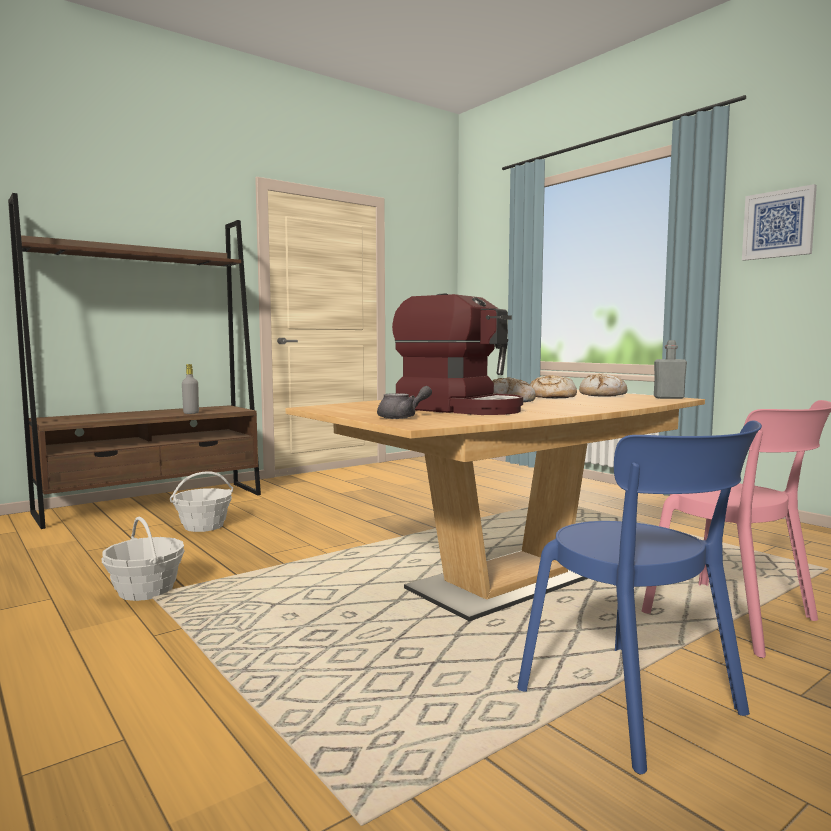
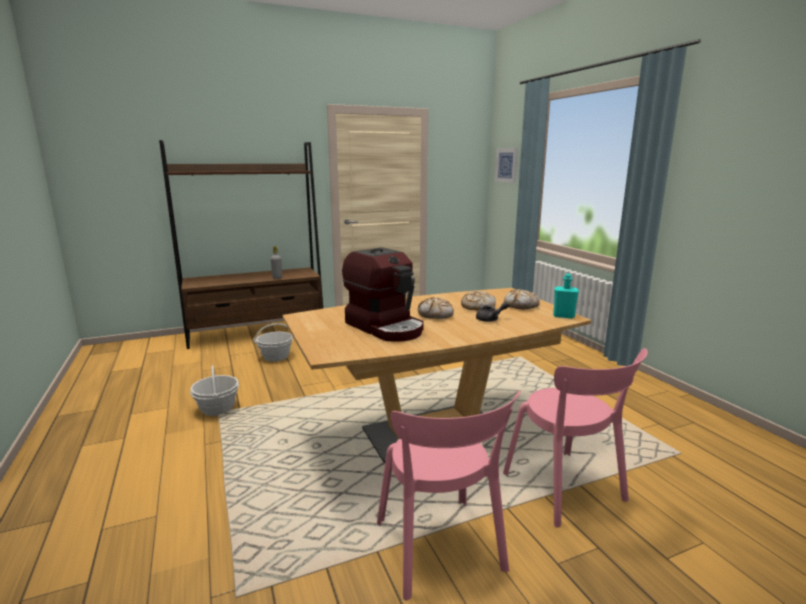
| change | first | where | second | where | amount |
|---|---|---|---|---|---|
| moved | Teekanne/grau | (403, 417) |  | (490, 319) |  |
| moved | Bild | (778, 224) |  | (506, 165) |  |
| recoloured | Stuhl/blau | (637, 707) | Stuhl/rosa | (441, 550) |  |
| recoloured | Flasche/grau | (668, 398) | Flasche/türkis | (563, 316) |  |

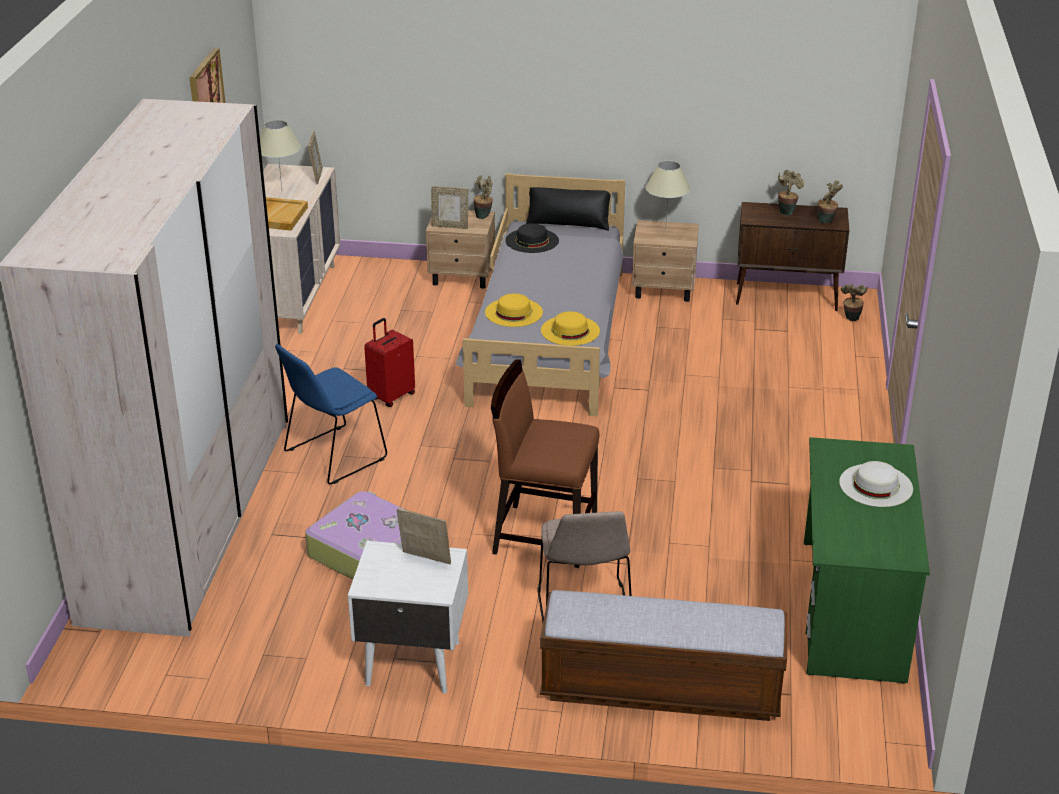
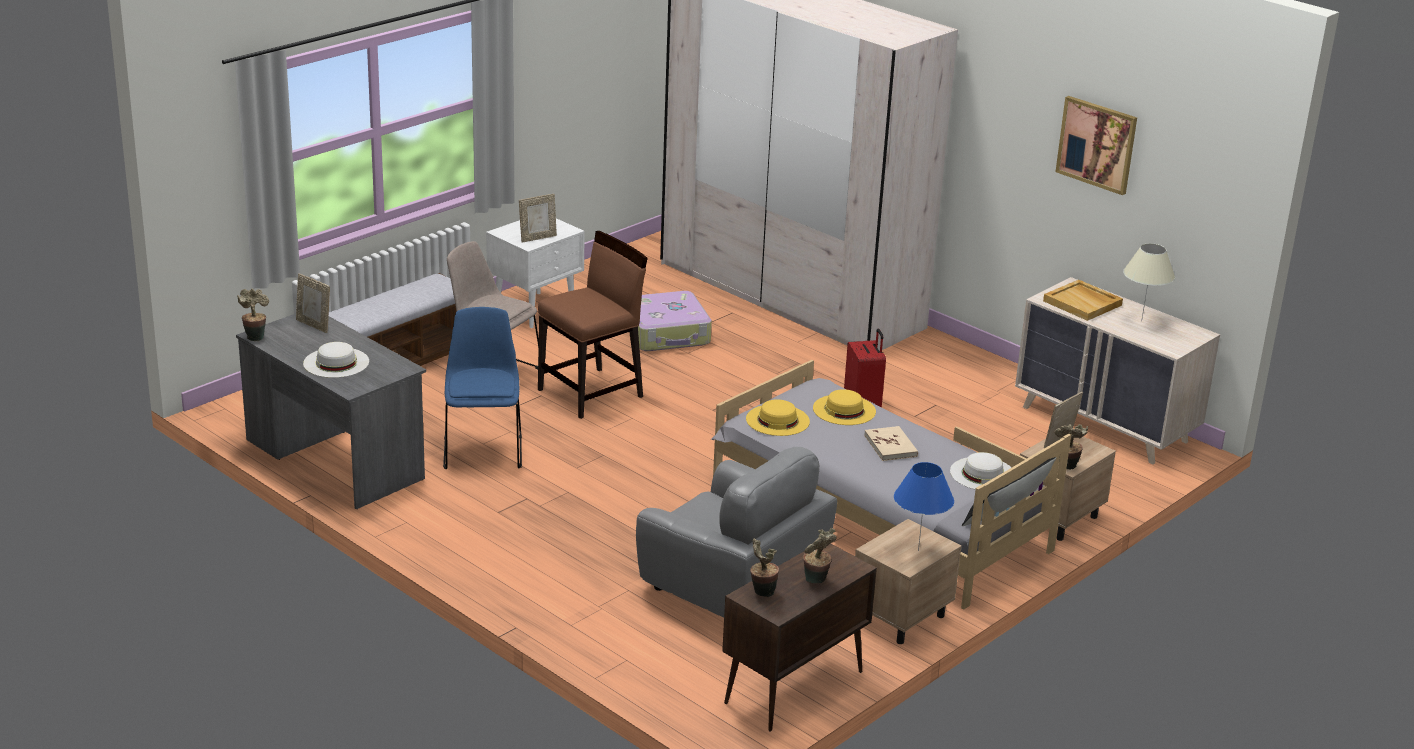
| change | first | where | second | where | amount |
|---|---|---|---|---|---|
| added |  |  | Sessel/grau | (732, 587) |  |
| added |  |  | Buch/beige | (891, 446) |  |
| moved | Stuhl/blau | (332, 456) |  | (483, 449) |  |
| moved | Bilderrahmen | (316, 176) |  | (314, 325) |  |
| moved | Topfpflanze | (851, 319) |  | (255, 336) |  |
| recoloured | Hut/schwarz | (532, 240) | Hut/weiß | (983, 474) |  |
| recoloured | Tischlampe/beige | (665, 229) | Tischlampe/blau | (918, 550) |  |
| recoloured | Schreibtisch/grün | (852, 610) | Schreibtisch/grau | (334, 459) |  |

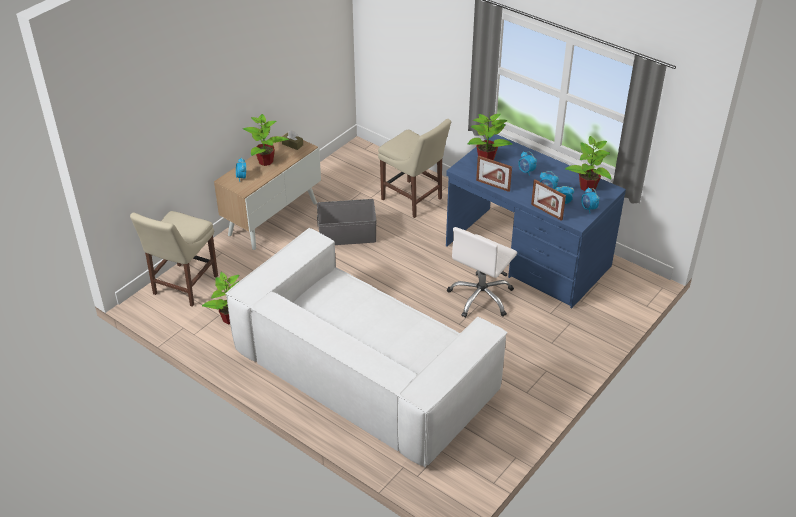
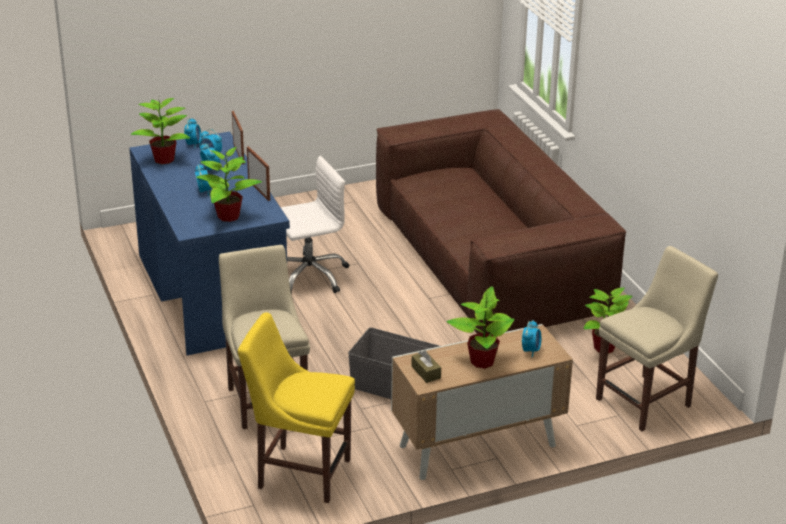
| change | first | where | second | where | amount |
|---|---|---|---|---|---|
| added |  |  | Stuhl/gelb | (299, 472) |  |
| recoloured | Sofa/weiß | (364, 371) | Sofa/braun | (489, 259) |  |

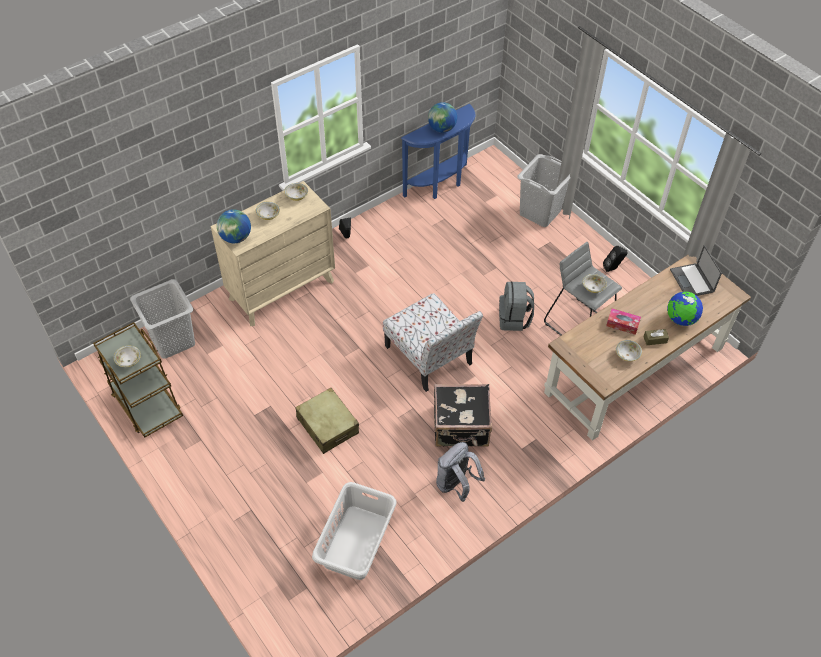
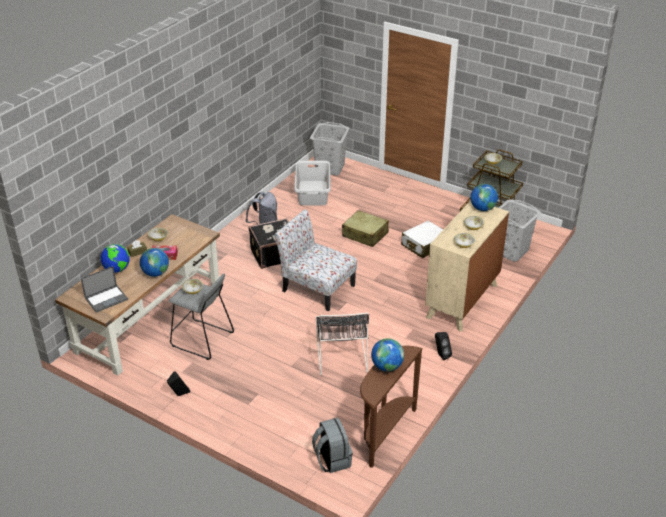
| change | first | where | second | where | amount |
|---|---|---|---|---|---|
| added |  |  | Globus | (155, 273) |  |
| added |  |  | Stuhl/schwarz | (341, 356) |  |
| added |  |  | Koffer/weiß | (424, 245) |  |
| moved | Rucksack/grau | (514, 319) |  | (332, 459) |  |
| moved | Wäschekorb/grau | (540, 212) |  | (329, 168) |  |
| recoloured | Konsolentisch/blau | (440, 185) | Konsolentisch/braun | (384, 433) |  |
| turned | Laptop | (692, 281) |  | (107, 298) | 90 degrees clockwise |

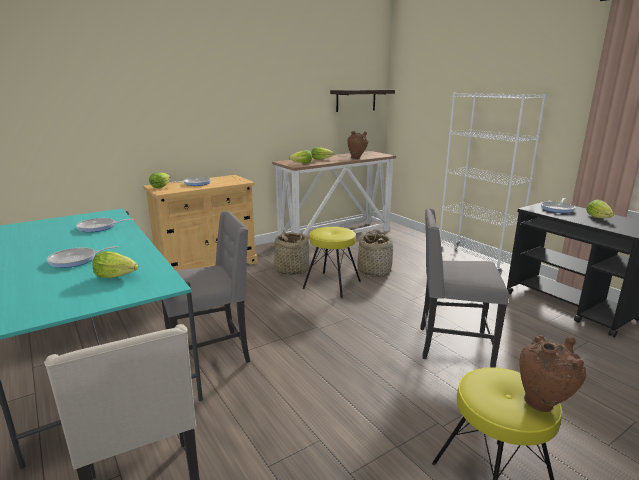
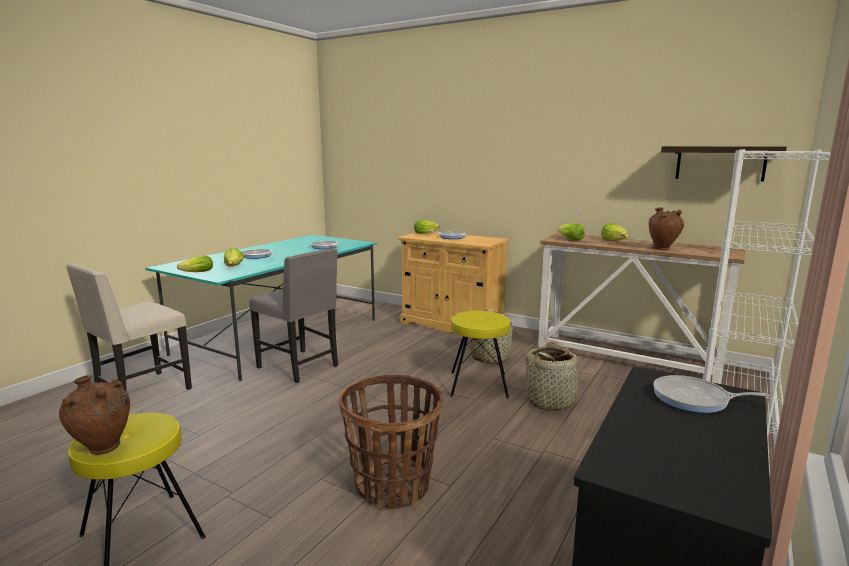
| change | first | where | second | where | amount |
|---|---|---|---|---|---|
| moved | Salatkopf | (599, 218) |  | (195, 273) |  |
| replaced | Stuhl/grau | (452, 346) | Korb | (393, 485) |  |

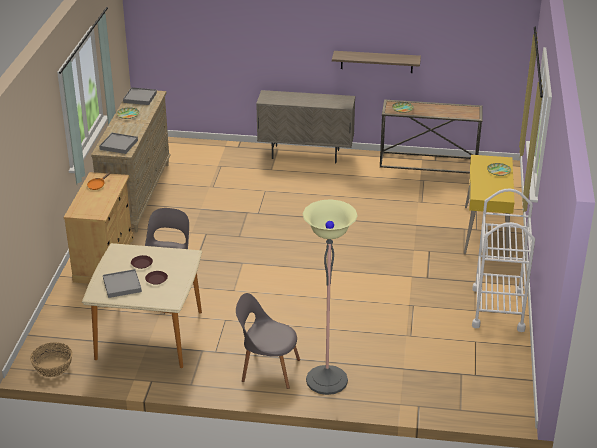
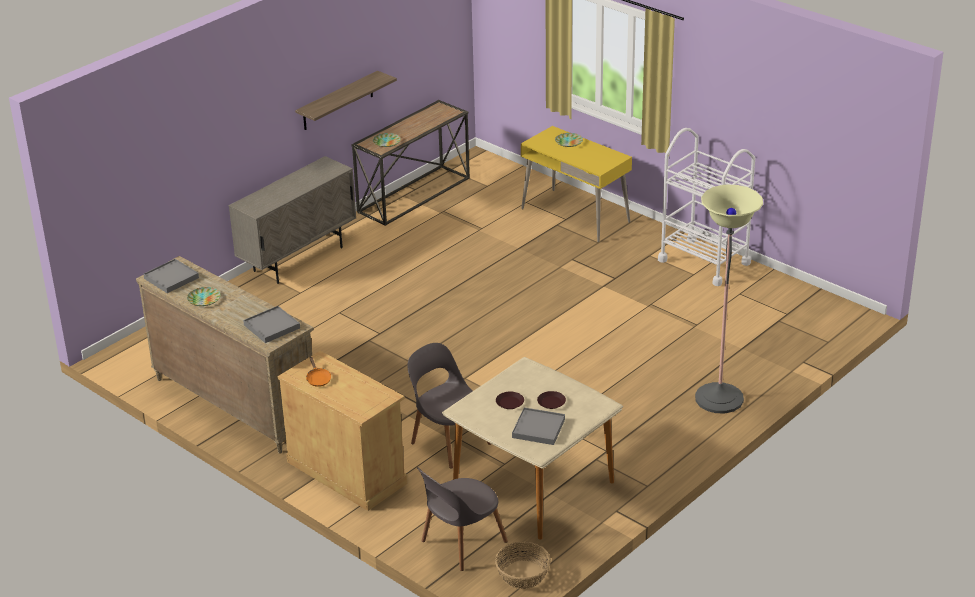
| change | first | where | second | where | amount |
|---|---|---|---|---|---|
| moved | Stuhl/grau | (268, 369) |  | (461, 543) |  |

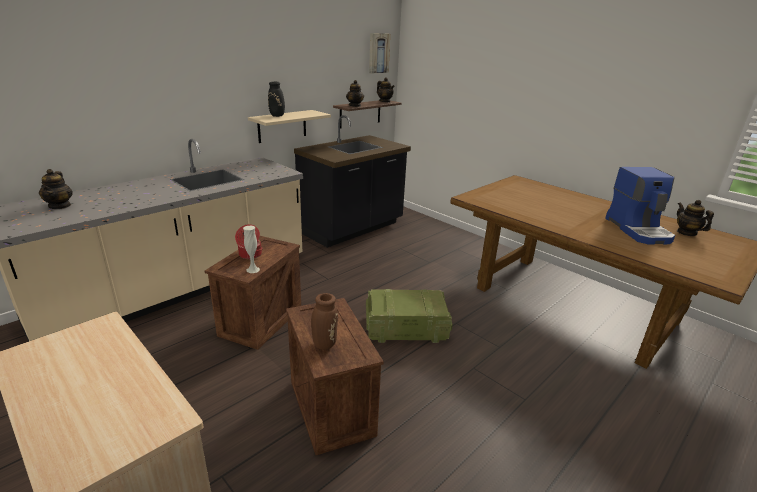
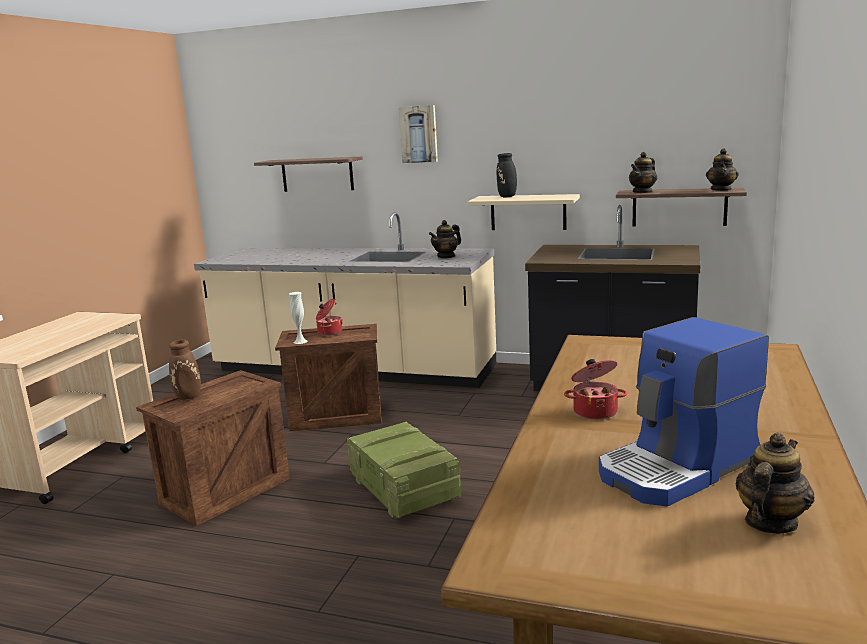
| change | first | where | second | where | amount |
|---|---|---|---|---|---|
| added |  |  | Wandregal | (317, 174) |  |
| added |  |  | Kochtopf | (595, 411) |  |
| moved | Teekanne | (60, 206) |  | (446, 256) |  |
| moved | Bild | (378, 53) |  | (419, 134) |  |

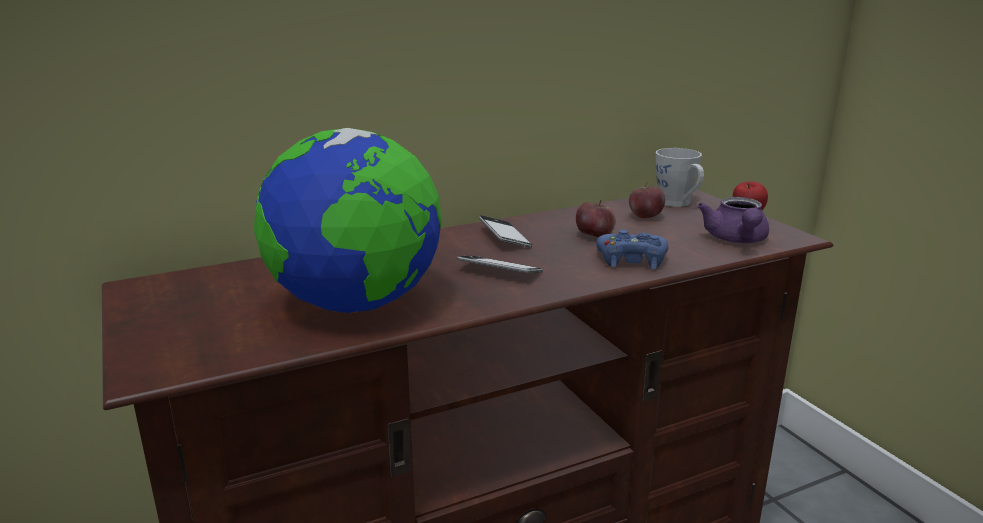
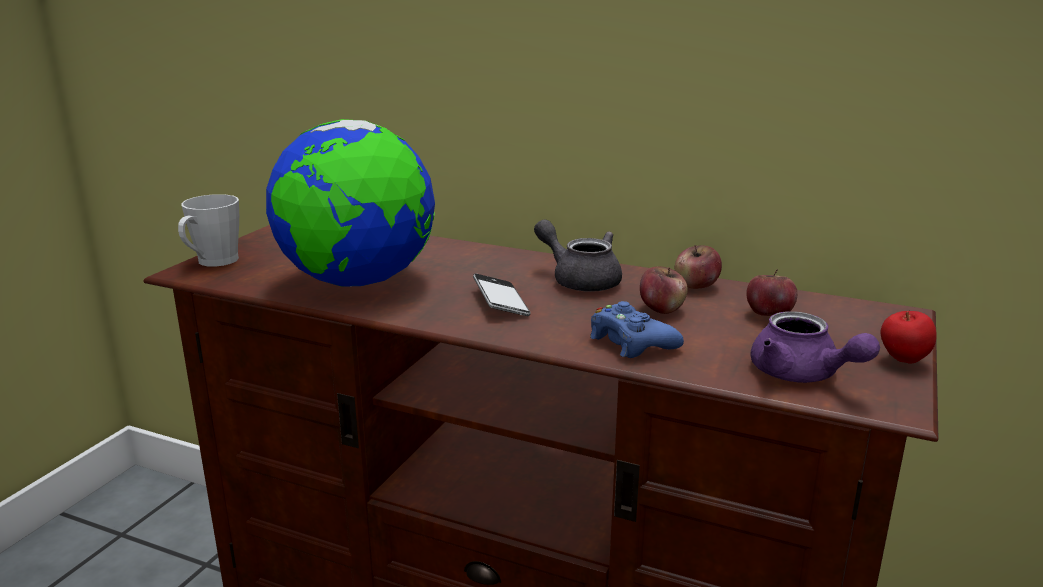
| change | first | where | second | where | amount |
|---|---|---|---|---|---|
| added |  |  | Apfel | (696, 285) |  |
| moved | Henkelbecher/grau | (678, 203) |  | (212, 262) |  |
| replaced | Handy | (504, 237) | Teekanne/grau | (580, 280) |  |
| turned | Teekanne/lila | (736, 240) |  | (802, 375) | 90 degrees counterclockwise |

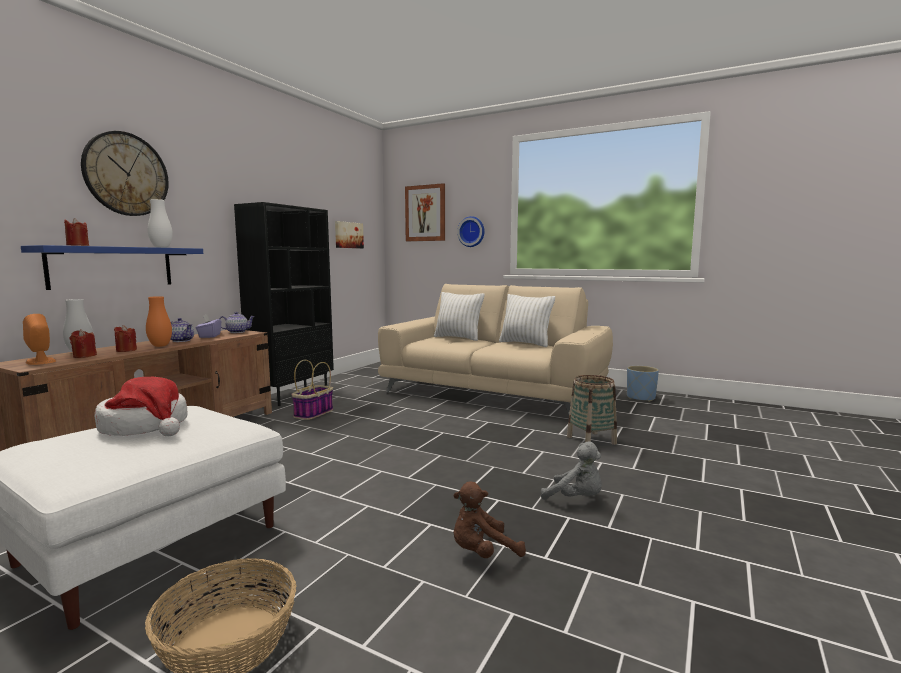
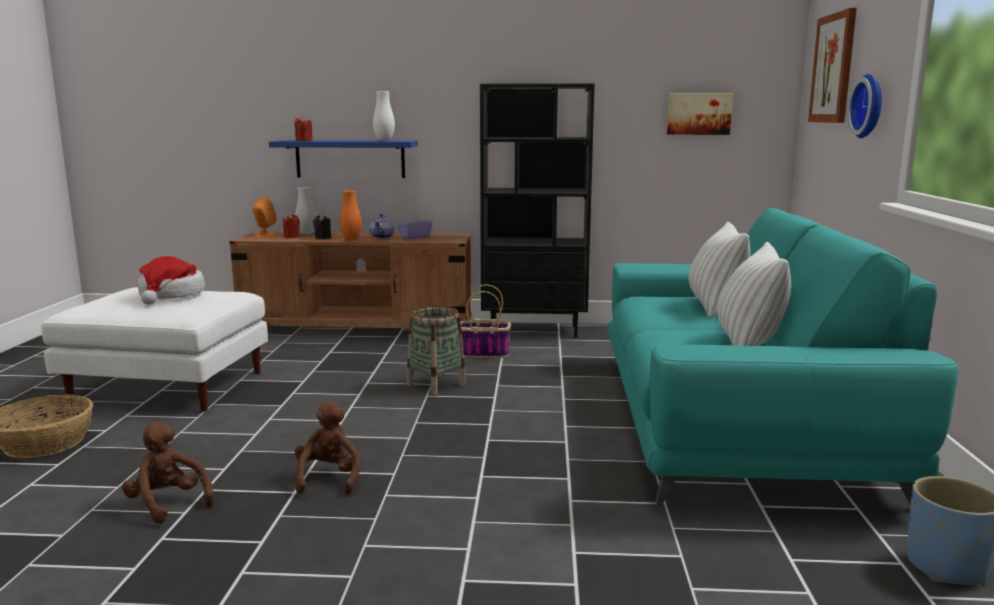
| change | first | where | second | where | amount |
|---|---|---|---|---|---|
| removed | Wanduhr | (126, 174) |  |  |  |
| removed | Teekanne | (237, 332) |  |  |  |
| removed | Plüschtier/grau | (576, 498) |  |  |  |
| added |  |  | Plüschtier/braun | (329, 479) |  |
| moved | Korb | (591, 440) |  | (436, 385) |  |
| recoloured | Kerze/rot | (126, 350) | Kerze/schwarz | (323, 238) |  |
| recoloured | Sofa/beige | (494, 391) | Sofa/türkis | (731, 420) |  |

